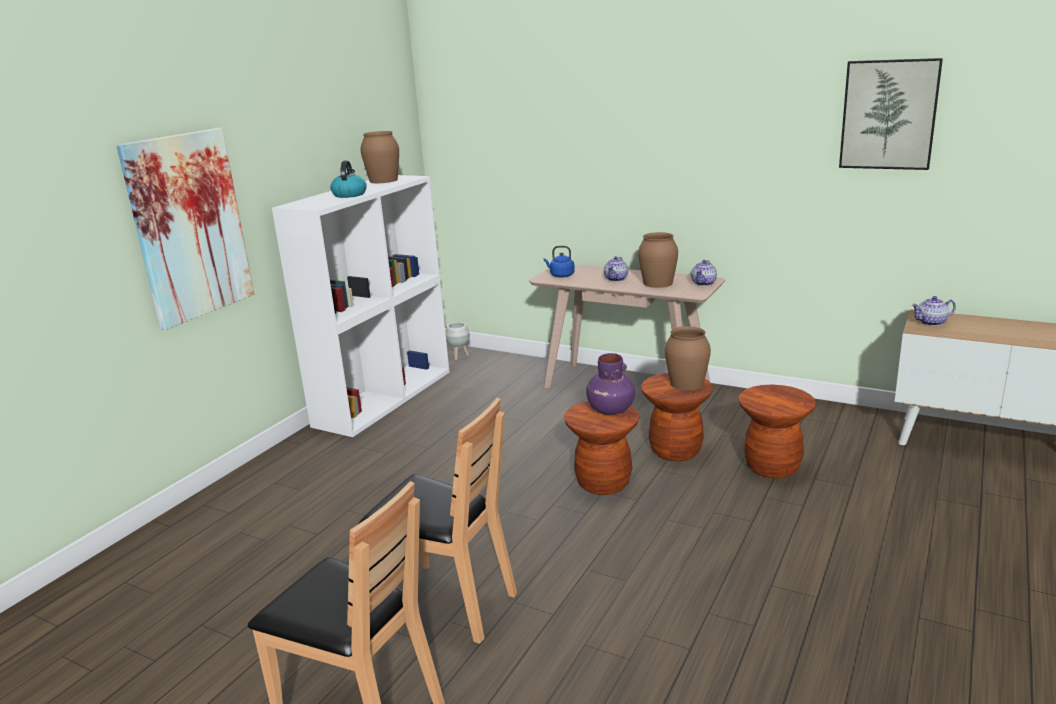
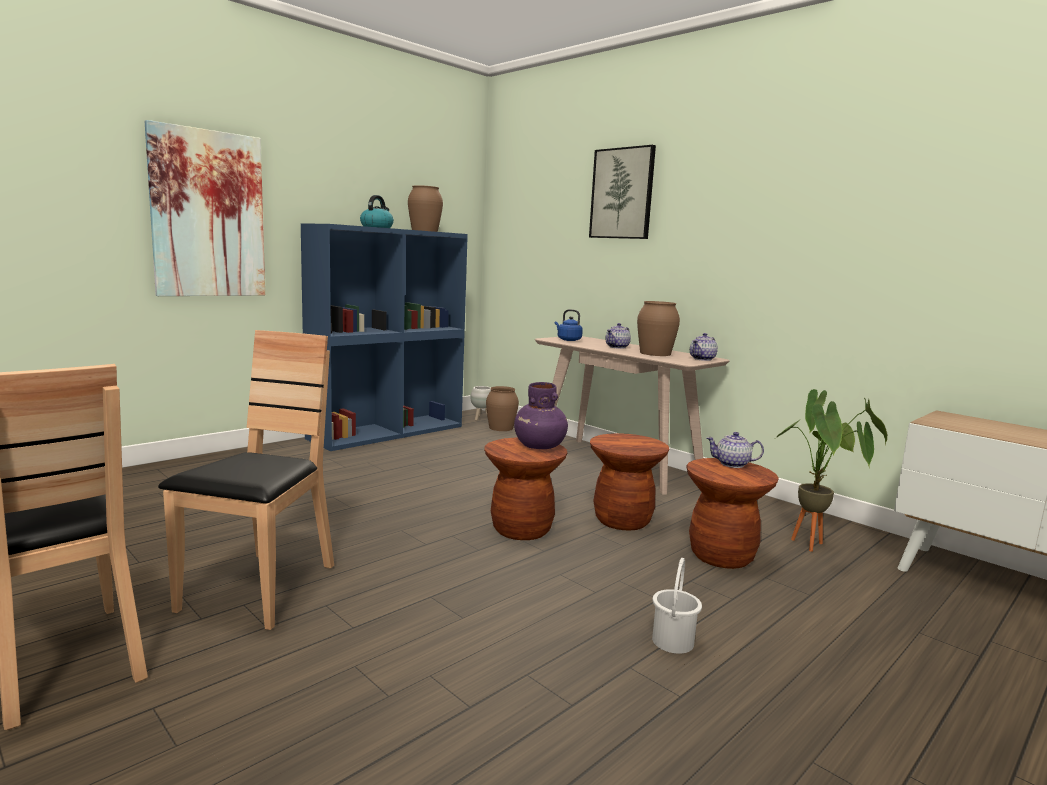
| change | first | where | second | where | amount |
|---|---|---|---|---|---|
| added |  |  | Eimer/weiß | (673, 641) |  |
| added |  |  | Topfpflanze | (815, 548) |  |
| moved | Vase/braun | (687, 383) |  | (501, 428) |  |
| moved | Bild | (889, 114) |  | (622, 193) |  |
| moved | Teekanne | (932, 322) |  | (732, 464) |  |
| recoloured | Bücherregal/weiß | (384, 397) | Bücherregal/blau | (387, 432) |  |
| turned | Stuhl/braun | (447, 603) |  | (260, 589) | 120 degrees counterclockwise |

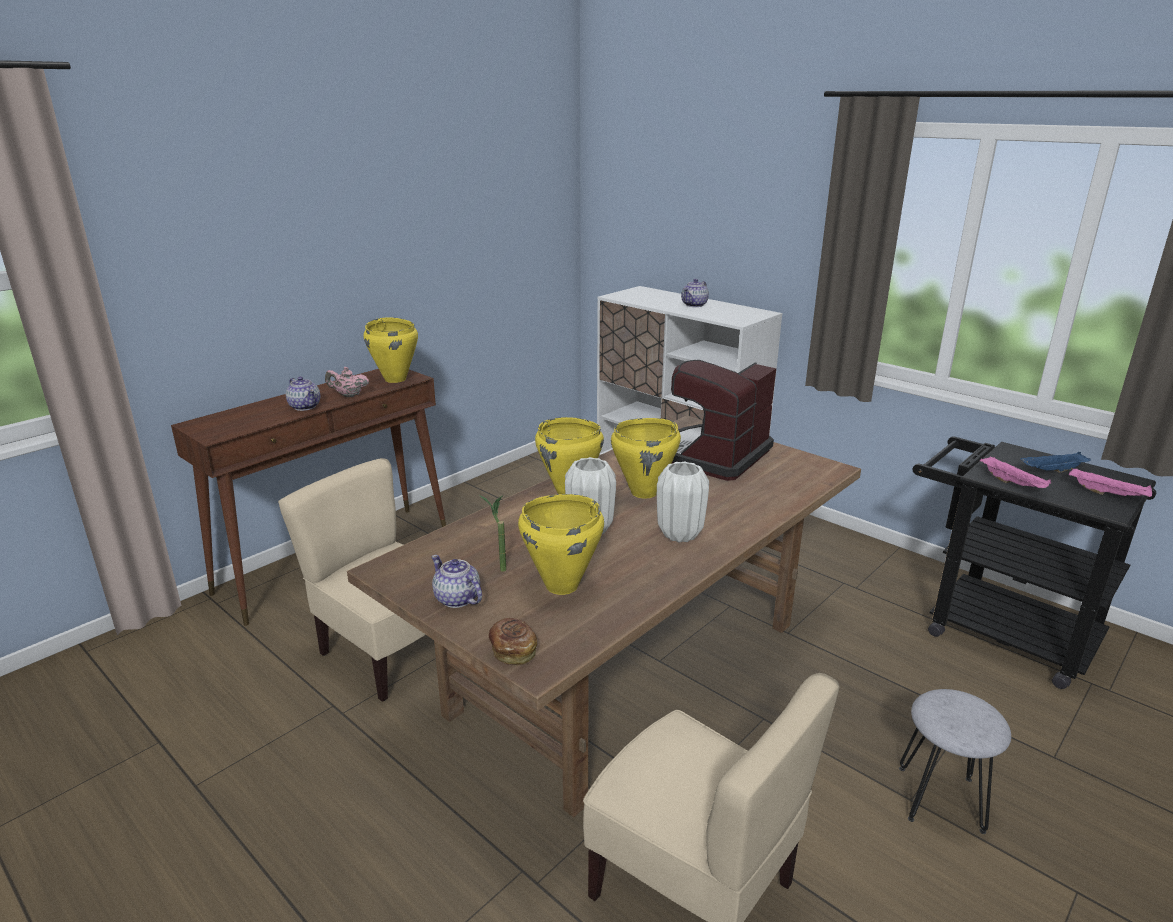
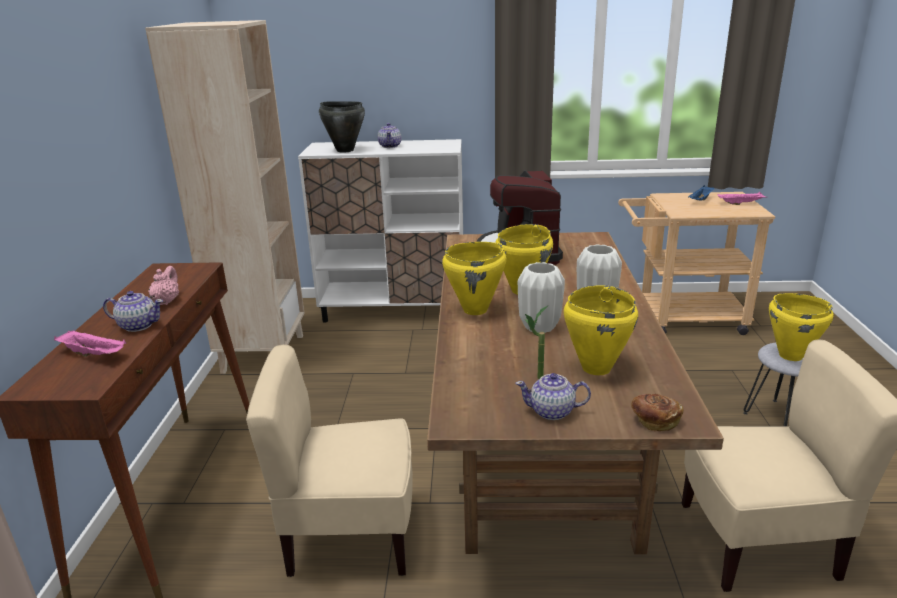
| change | first | where | second | where | amount |
|---|---|---|---|---|---|
| added |  |  | Bücherregal/beige | (263, 353) |  |
| added |  |  | Kochtopf/schwarz | (345, 150) |  |
| moved | Kochtopf/gelb | (395, 379) |  | (790, 355) |  |
| moved | Tablett/rosa | (1013, 484) |  | (94, 354) |  |
| recoloured | Rollwagen/schwarz | (995, 629) | Rollwagen/beige | (680, 318) |  |
| turned | Teekanne/rosa | (348, 395) |  | (166, 301) | 135 degrees clockwise |

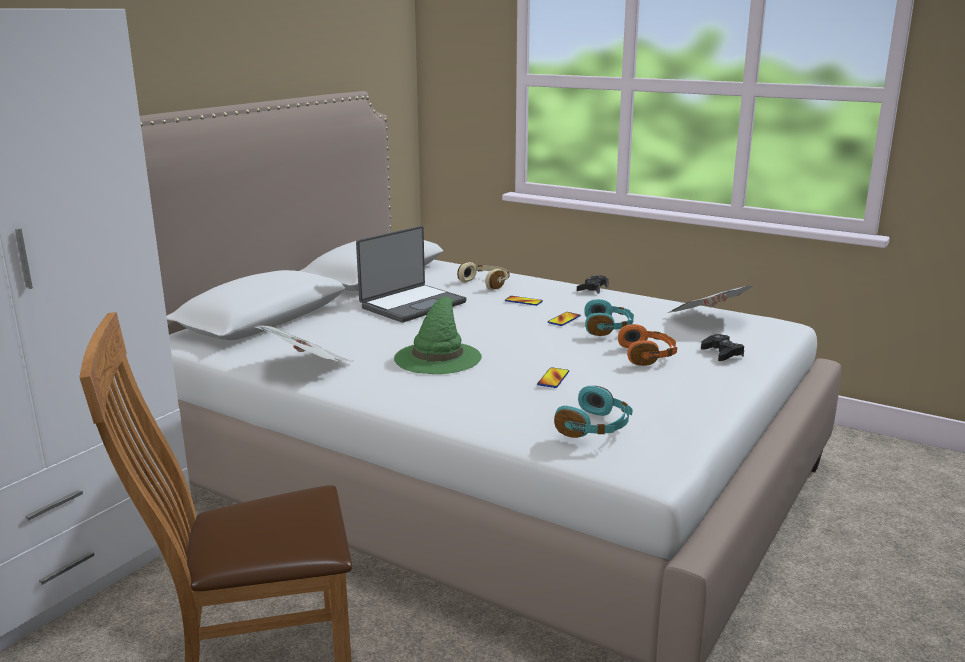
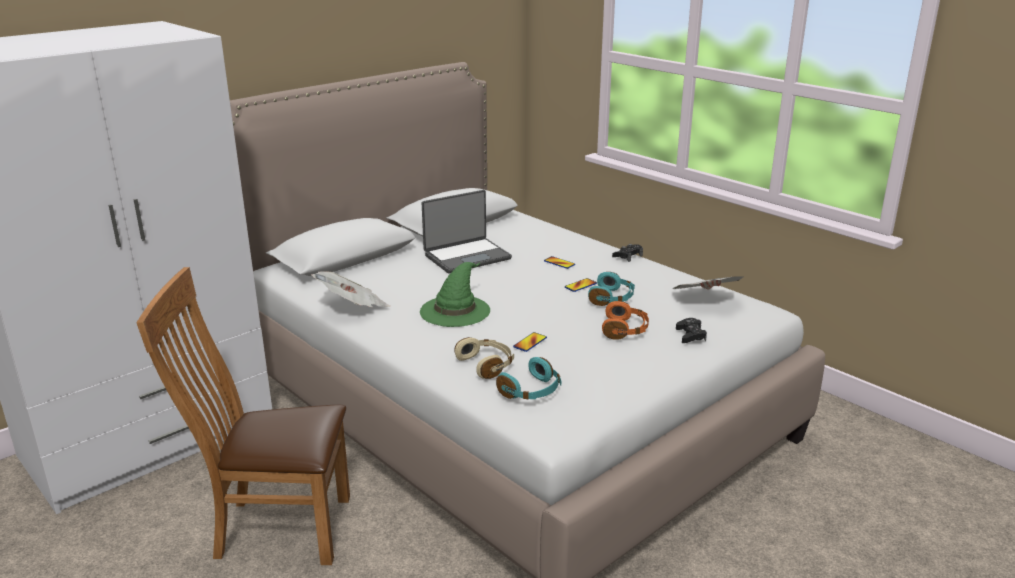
| change | first | where | second | where | amount |
|---|---|---|---|---|---|
| moved | Kopfhörer/beige | (486, 283) |  | (486, 365) |  |

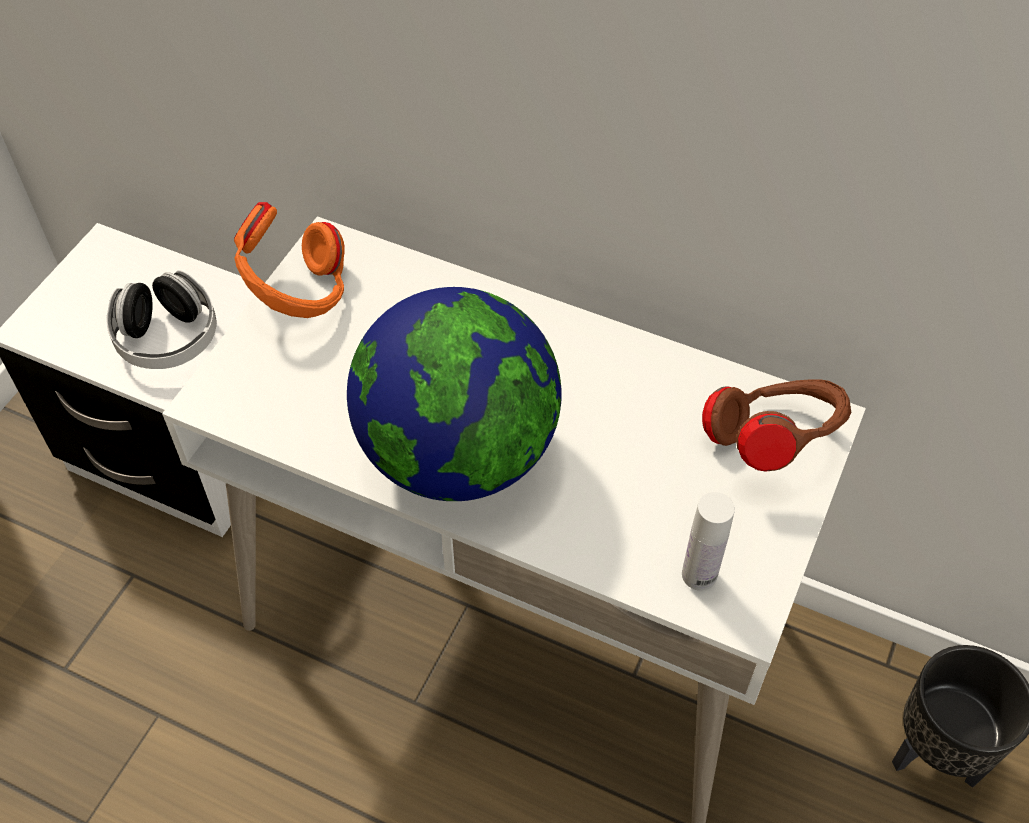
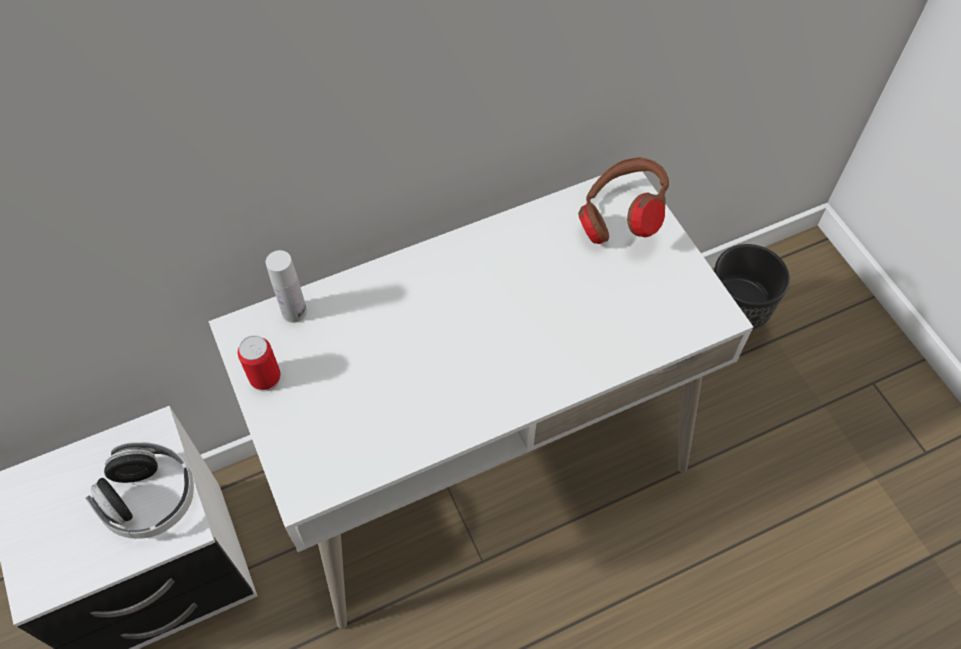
| change | first | where | second | where | amount |
|---|---|---|---|---|---|
| removed | Globus | (458, 454) |  |  |  |
| moved | Flasche/weiß | (699, 575) |  | (294, 312) |  |
| replaced | Kopfhörer/orange | (296, 294) | Dose | (265, 378) |  |

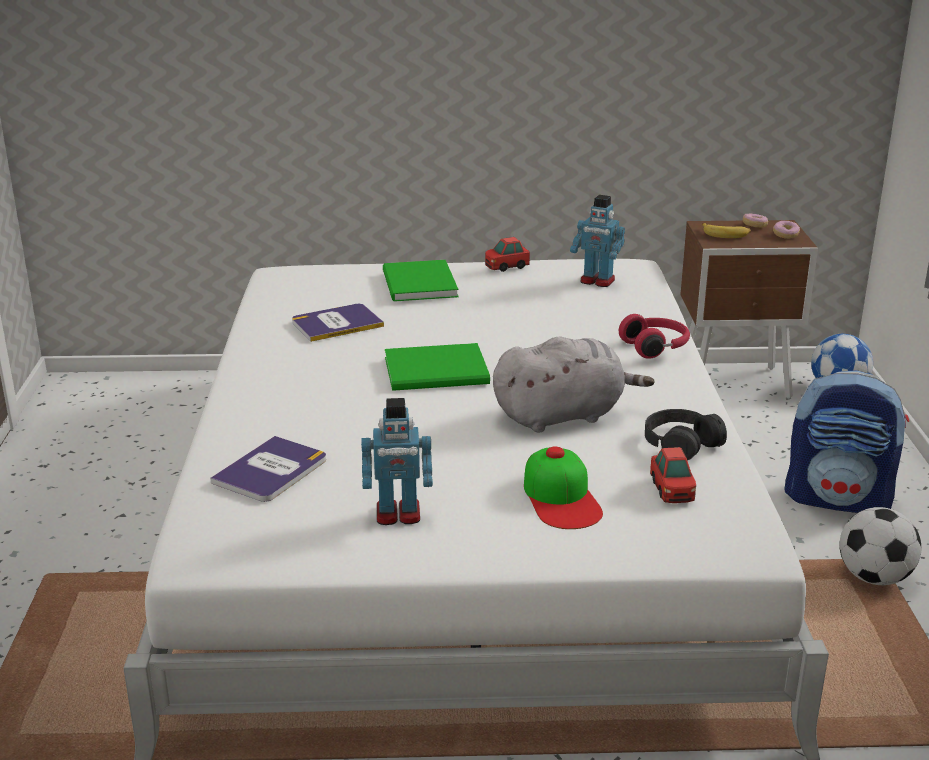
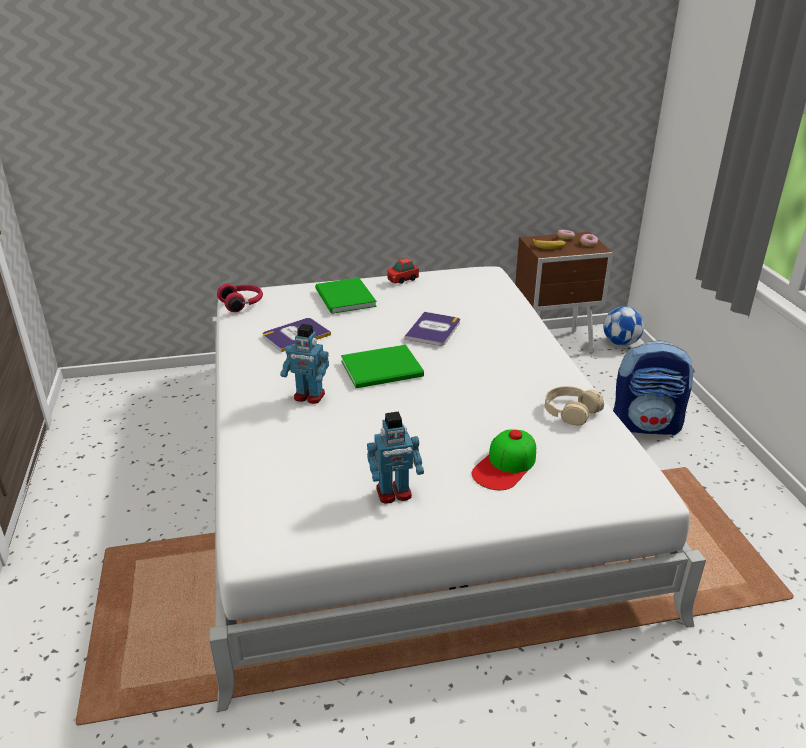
| change | first | where | second | where | amount |
|---|---|---|---|---|---|
| removed | Plüschtier/grau | (563, 415) |  |  |  |
| removed | Spielzeugauto | (672, 490) |  |  |  |
| removed | Fußball | (874, 578) |  |  |  |
| moved | Buch | (271, 471) |  | (433, 330) |  |
| moved | Spielzeugroboter | (597, 281) |  | (309, 396) |  |
| moved | Kopfhörer/rot | (655, 347) |  | (242, 304) |  |
| recoloured | Kopfhörer/schwarz | (681, 442) | Kopfhörer/beige | (570, 411) |  |
| turned | Kappe | (561, 498) |  | (505, 465) | 60 degrees clockwise |

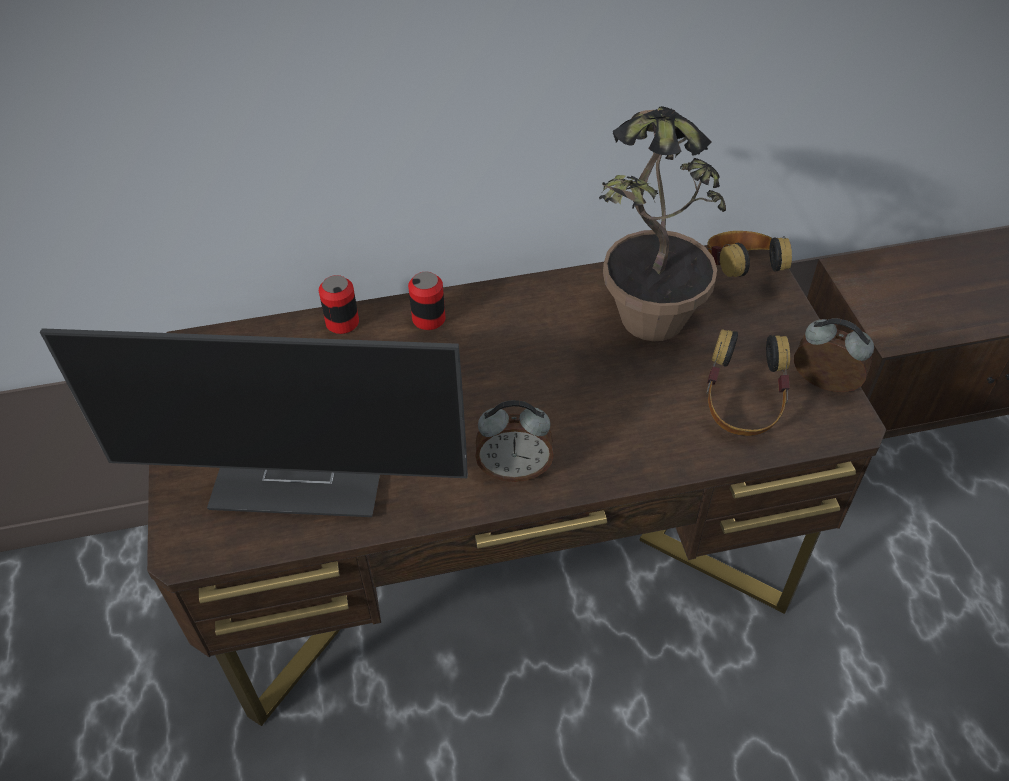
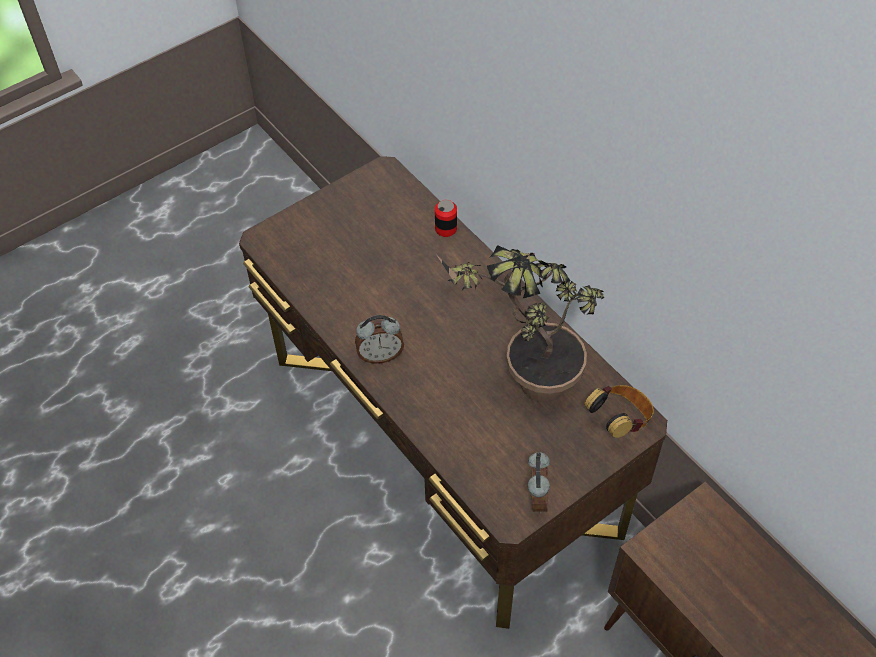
| change | first | where | second | where | amount |
|---|---|---|---|---|---|
| removed | Monitor | (305, 472) |  |  |  |
| removed | Dose | (428, 319) |  |  |  |
| removed | Kopfhörer | (741, 407) |  |  |  |
| turned | Wecker | (514, 469) |  | (380, 355) | 75 degrees counterclockwise |

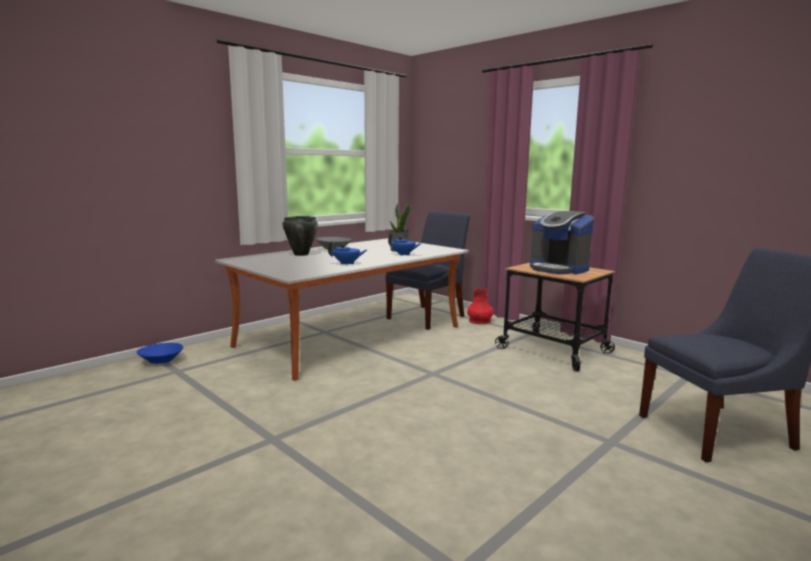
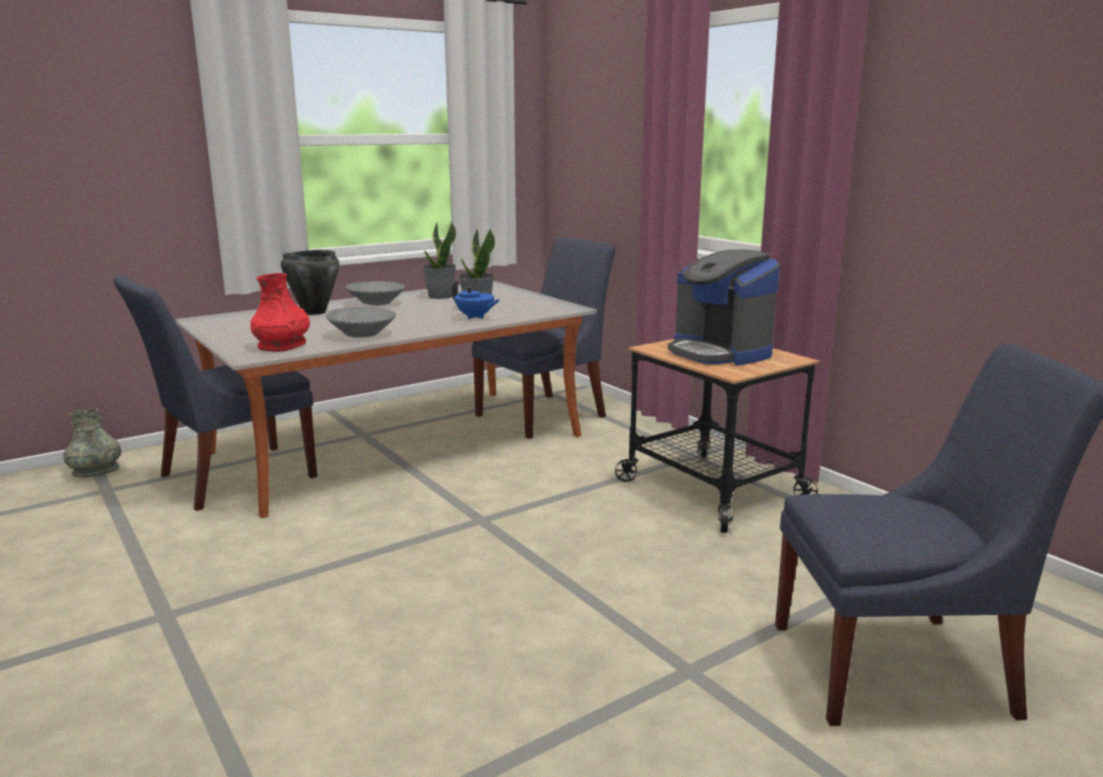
| change | first | where | second | where | amount |
|---|---|---|---|---|---|
| added |  |  | Stuhl/blau | (230, 478) |  |
| added |  |  | Topfpflanze | (440, 296) |  |
| moved | Vase/rot | (479, 321) |  | (282, 346) |  |
| replaced | Schüssel/blau | (161, 361) | Vase/grau | (96, 471) |  |
| replaced | Teekanne/blau | (347, 264) | Schüssel/grau | (362, 334) |  |

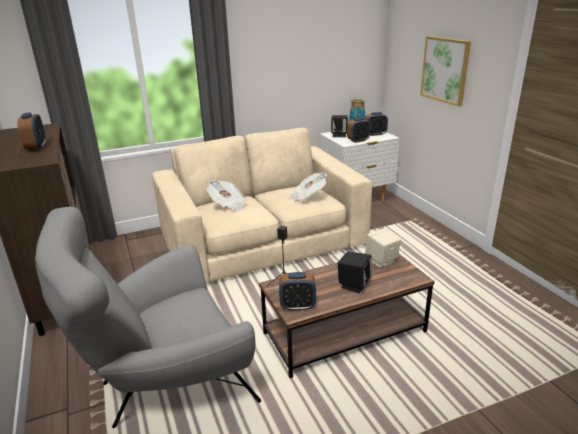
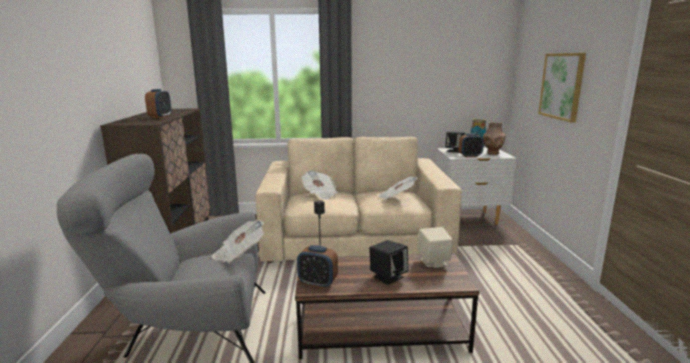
| change | first | where | second | where | amount |
|---|---|---|---|---|---|
| added |  |  | Zeitung | (239, 254) |  |
| replaced | Wecker | (375, 134) | Vase/braun | (492, 153) |  |

